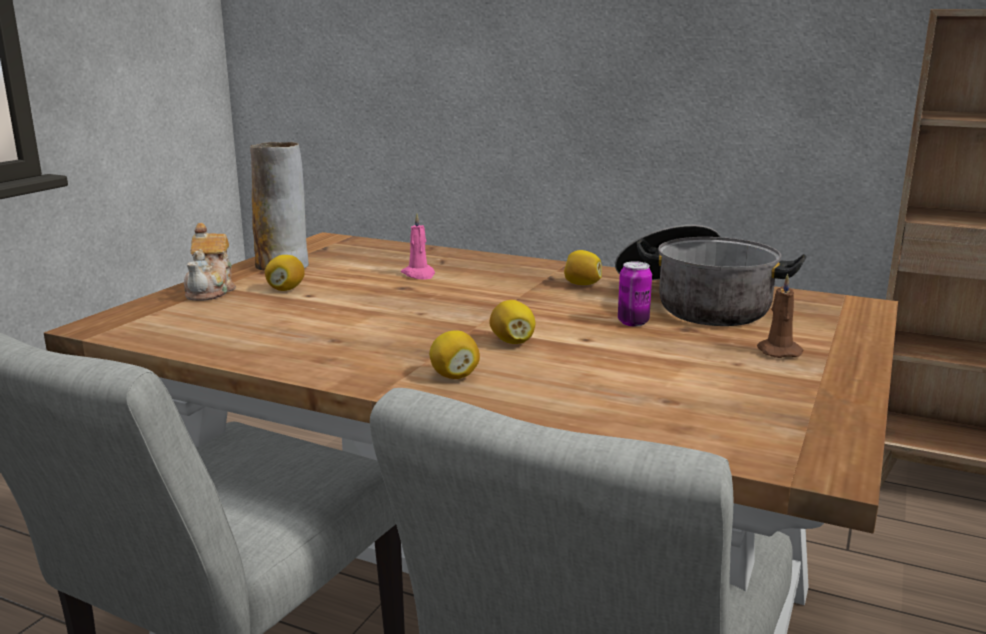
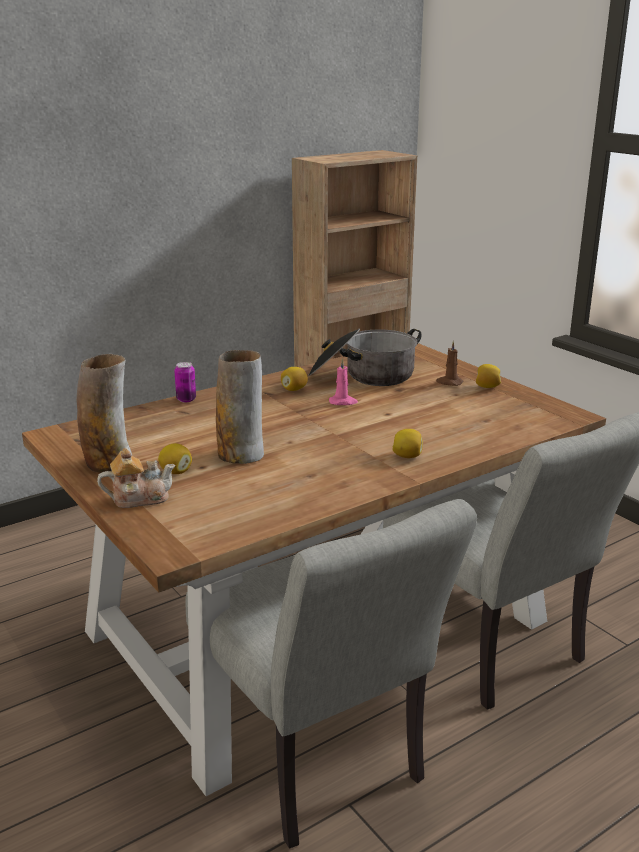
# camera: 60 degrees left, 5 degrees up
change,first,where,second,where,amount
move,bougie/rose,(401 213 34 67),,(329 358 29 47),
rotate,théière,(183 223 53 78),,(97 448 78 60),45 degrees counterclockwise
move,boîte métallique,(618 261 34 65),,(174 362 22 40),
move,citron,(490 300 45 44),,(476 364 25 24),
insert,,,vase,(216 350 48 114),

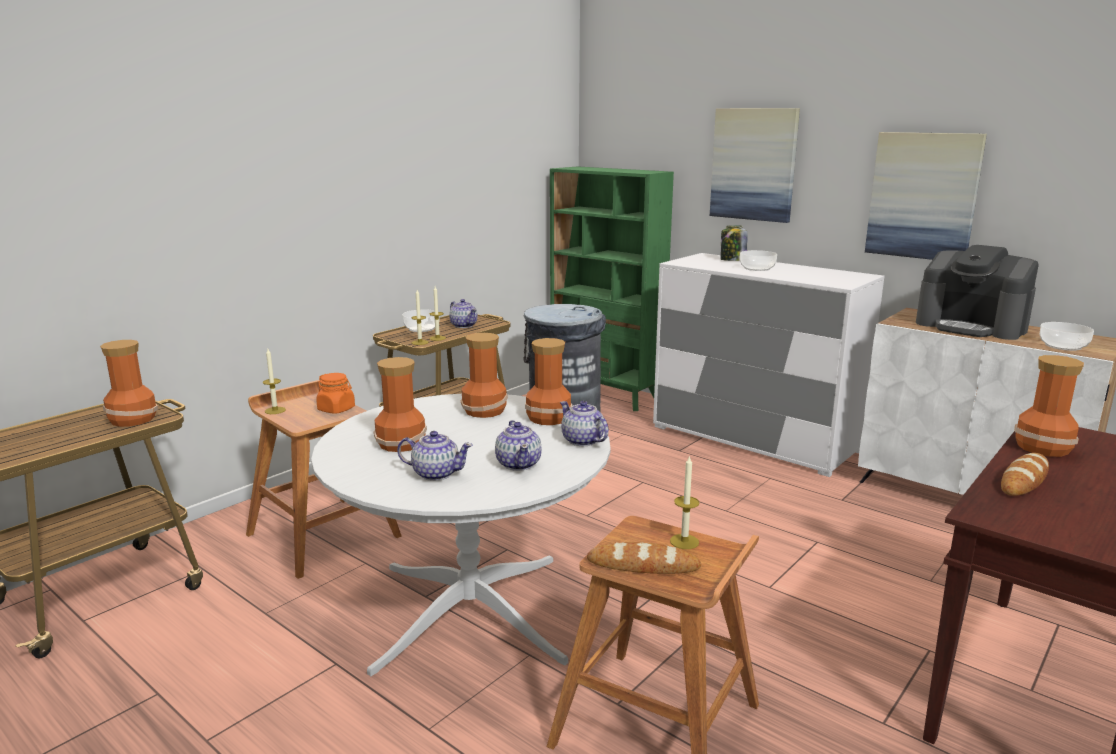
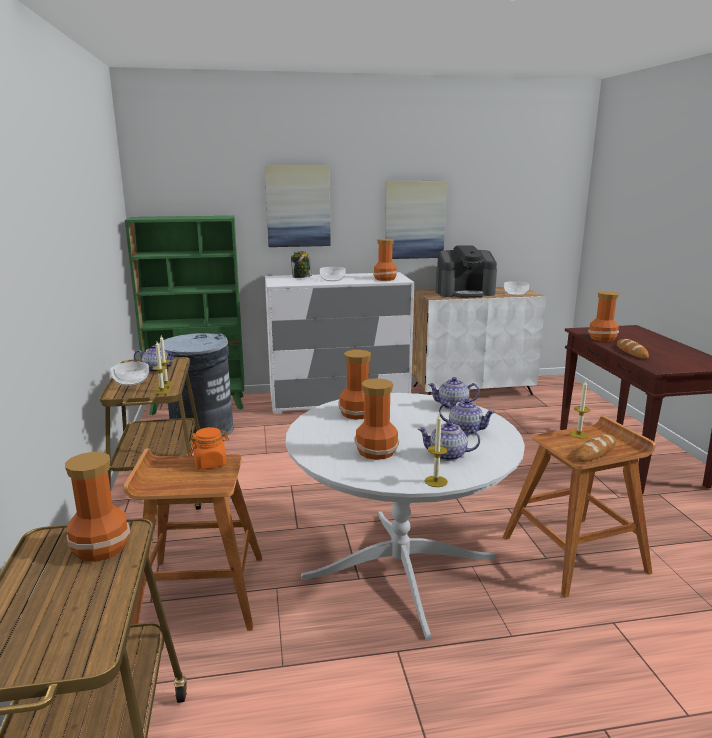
# camera: 50 degrees left, 0 degrees up
change,first,where,second,where,amount
move,vase,(525 338 47 87),,(373 239 24 42),
move,bougie,(263 349 23 65),,(425 414 23 73),
rotate,théière,(397 431 76 50),,(418 421 62 40),135 degrees counterclockwise

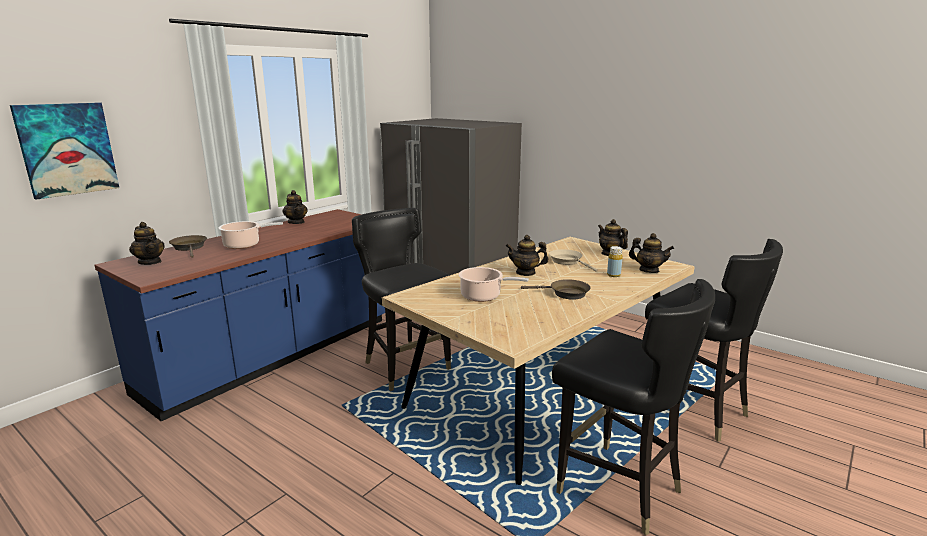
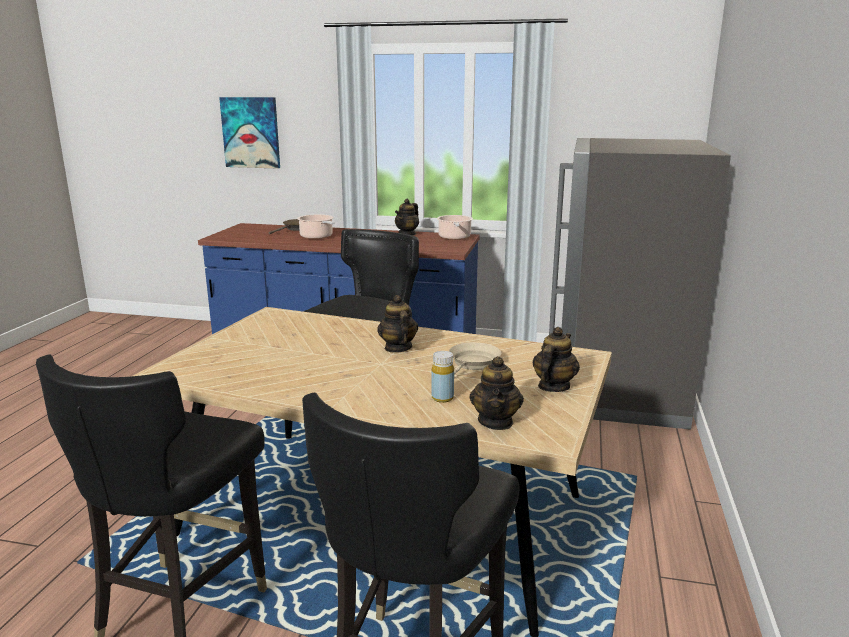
# camera: 65 degrees right, 0 degrees up
change,first,where,second,where,amount
delete,théière,(129 222 36 43),,,
move,marmite,(459 267 70 35),,(437 215 36 25),
delete,poêle/marron,(521 279 70 21),,,

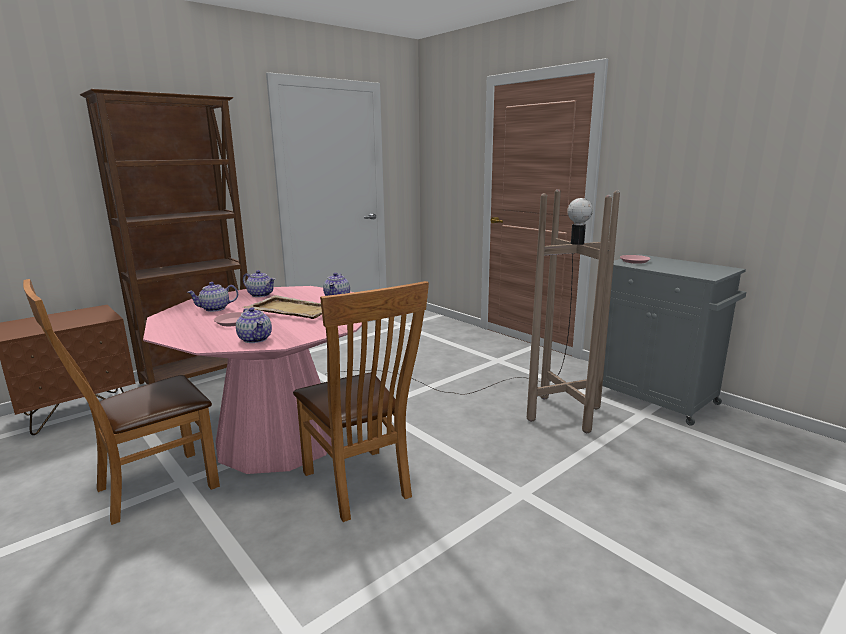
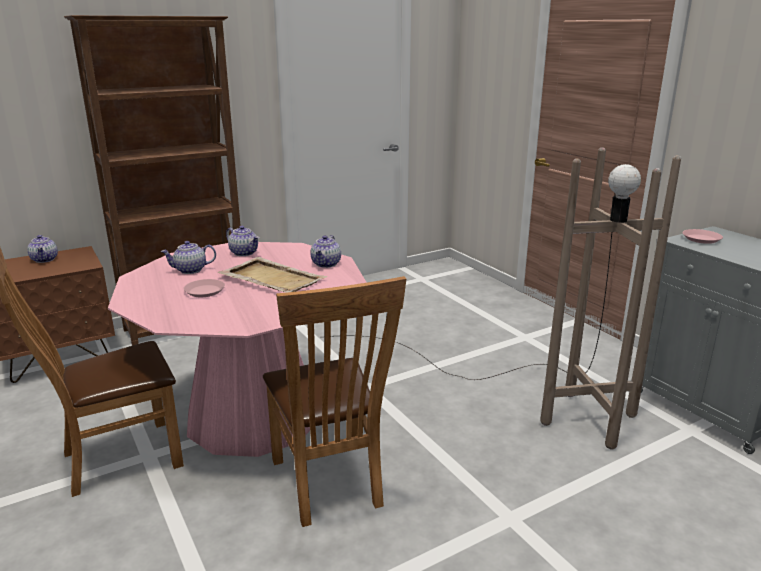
# camera: 10 degrees right, 5 degrees up
change,first,where,second,where,amount
move,théière,(236 307 36 36),,(27 235 31 28),

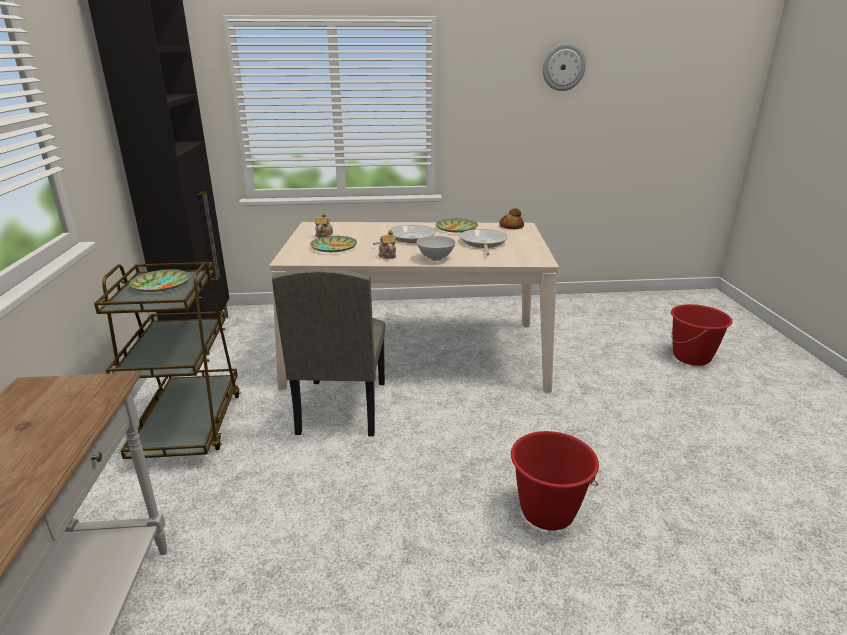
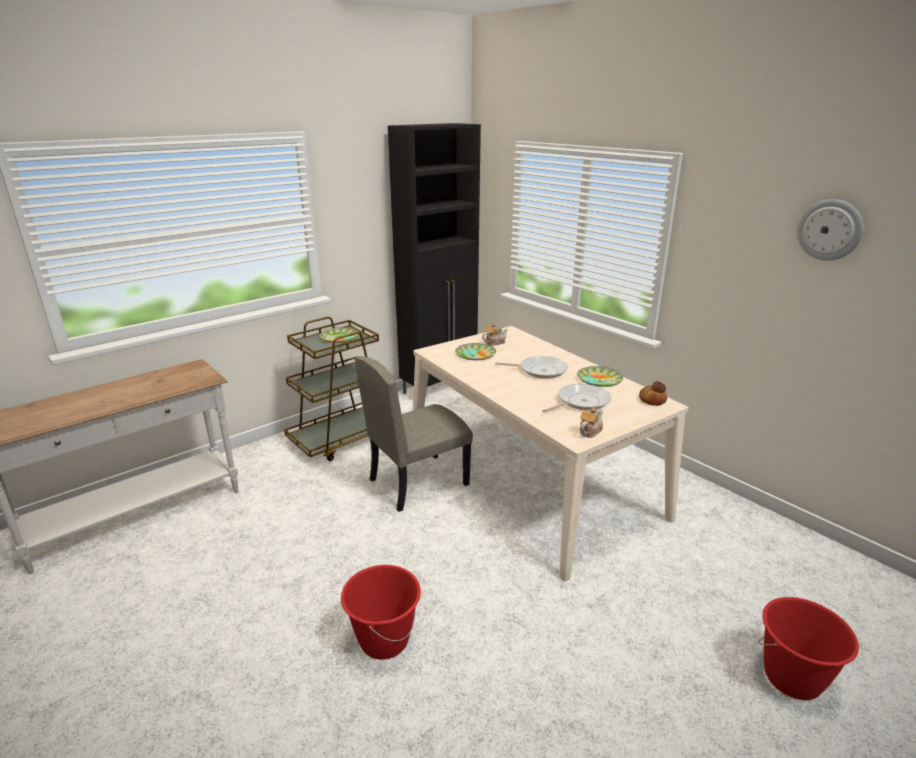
# camera: 55 degrees right, 0 degrees up
change,first,where,second,where,amount
move,théière,(379 230 17 29),,(579 408 24 30),
delete,bol/blanc,(417 236 39 25),,,

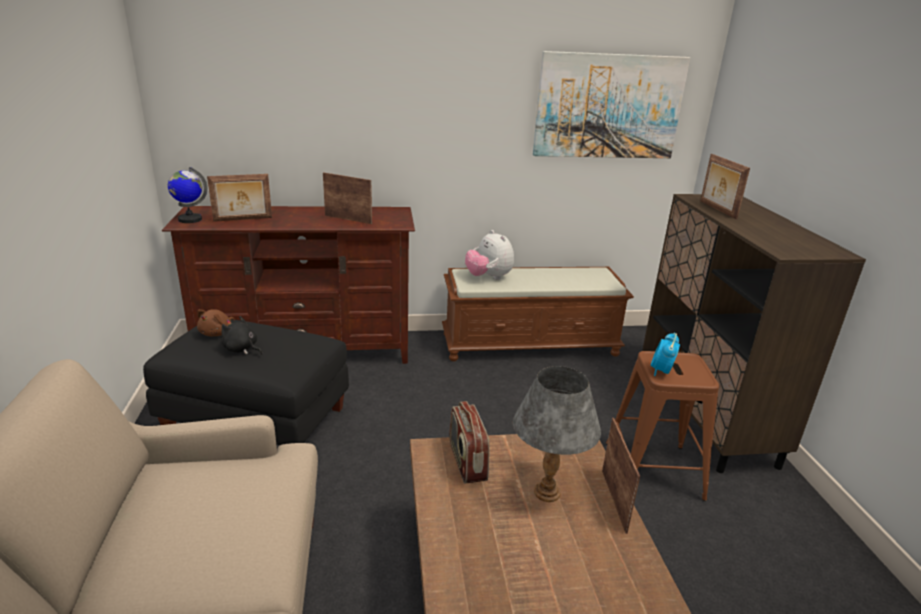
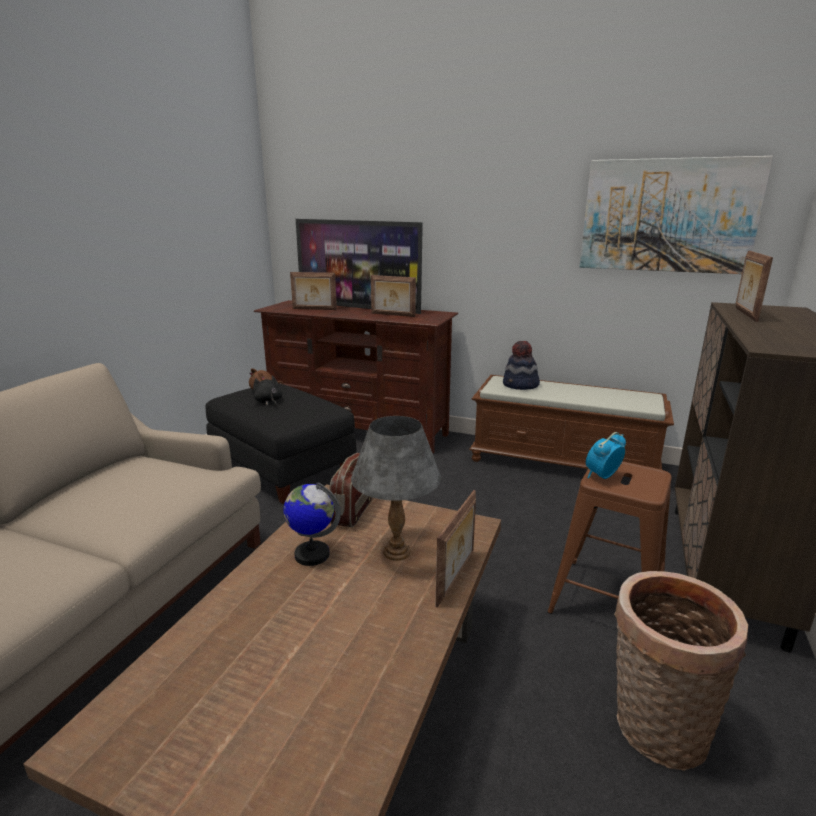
# camera: 30 degrees right, 5 degrees down
change,first,where,second,where,amount
move,globe,(168 167 39 56),,(283 482 58 84),
rotate,cadre photo,(323 172 49 52),,(371 275 45 42),150 degrees clockwise
replace,peluche,(465 230 49 50),chapeau,(503 341 37 49),
insert,,,téléviseur,(296 219 127 95),
insert,,,panier,(614 571 134 200),

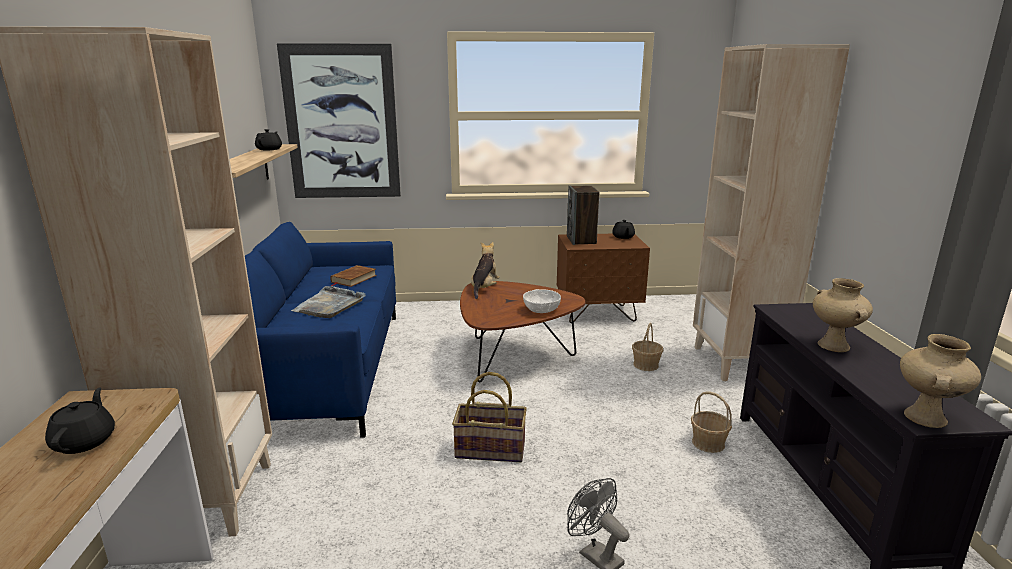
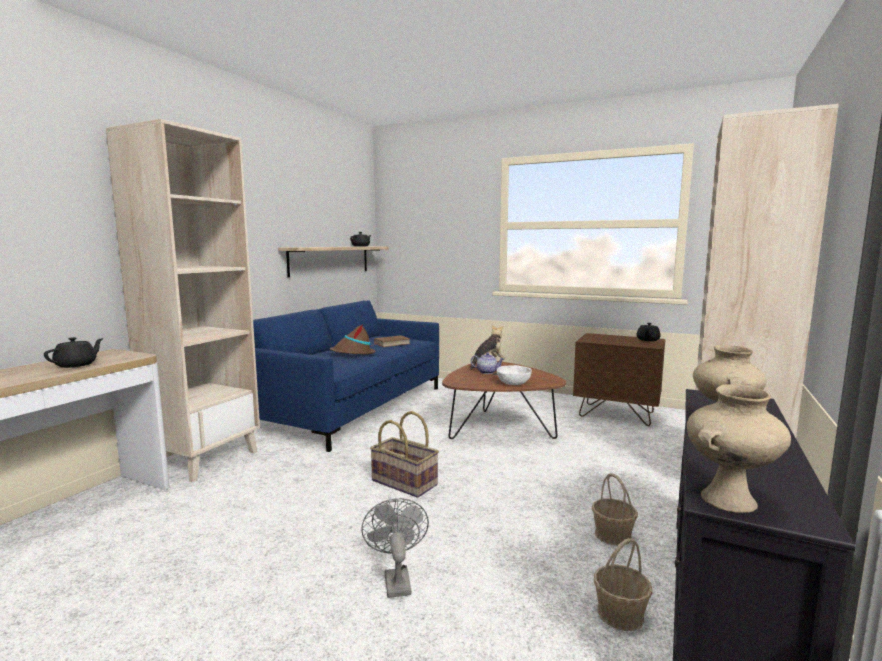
# camera: 30 degrees right, 10 degrees down
change,first,where,second,where,amount
delete,tableau,(277 43 124 155),,,
delete,enceinte,(567 186 32 59),,,
replace,plateau/gris,(291 286 75 32),chapeau/marron,(330 324 46 31),
move,panier,(632 323 31 48),,(594 538 59 93),
insert,,,théière,(471 352 33 22),

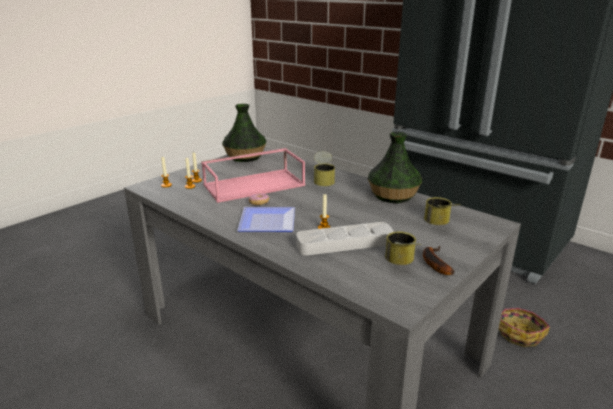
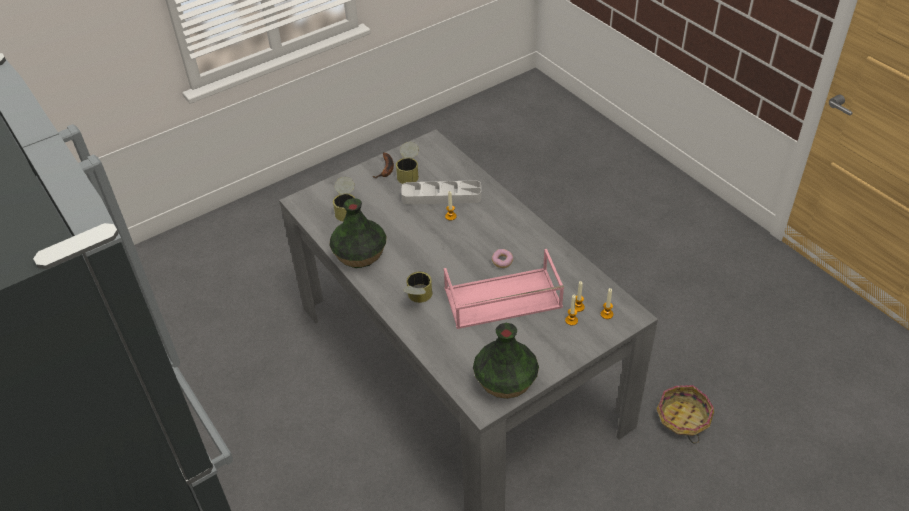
# camera: 165 degrees left, 20 degrees up
change,first,where,second,where,amount
delete,assiette,(237 207 58 25),,,
move,panier,(499 308 51 39),,(656 385 58 59),

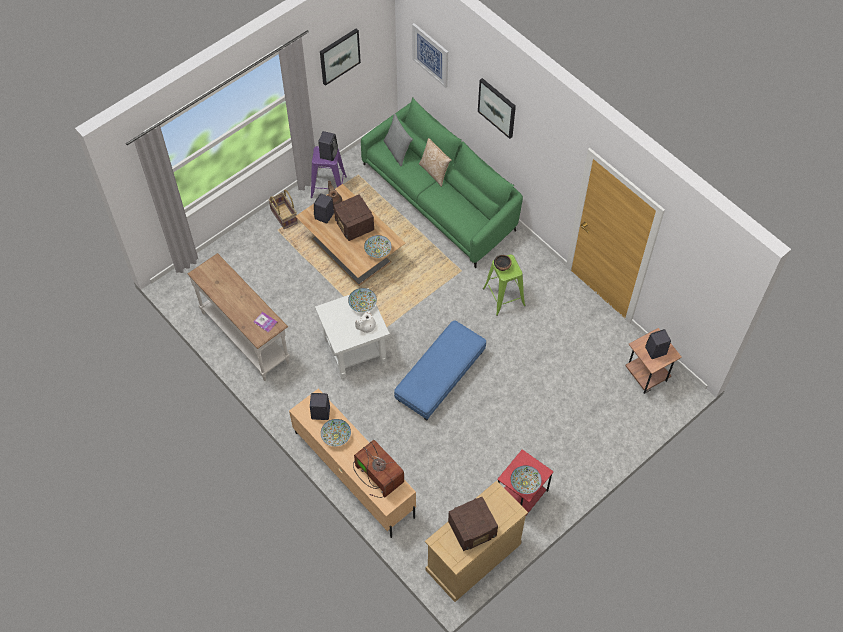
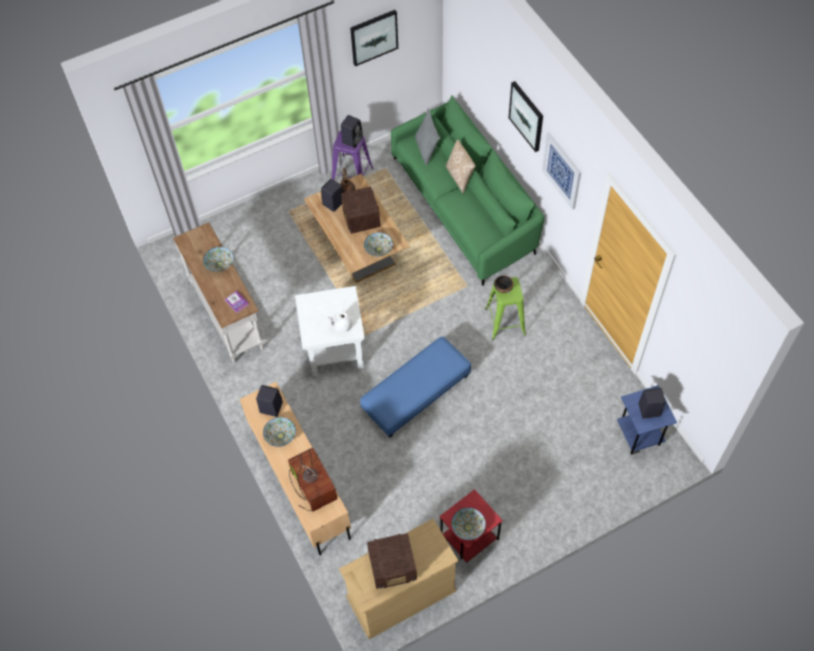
# camera: 15 degrees right, 0 degrees up
change,first,where,second,where,amount
move,tableau,(412 23 36 65),,(542 132 39 78),
delete,panier,(268 190 30 39),,,
move,bol,(348 288 29 24),,(203 247 30 25),
recolor,table d'appoint/marron,(625 328 57 66),table d'appoint/bleu,(617 385 60 70),

